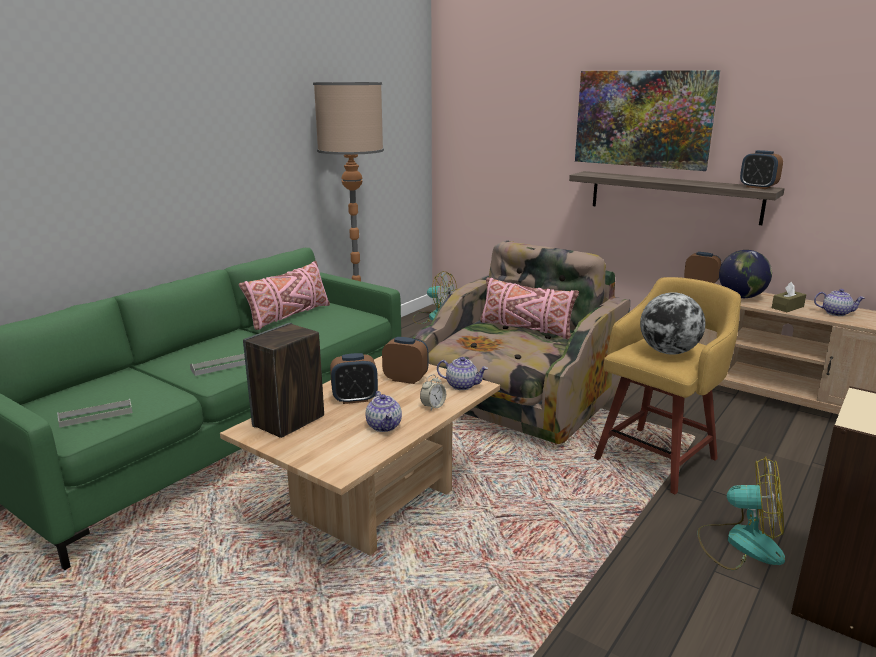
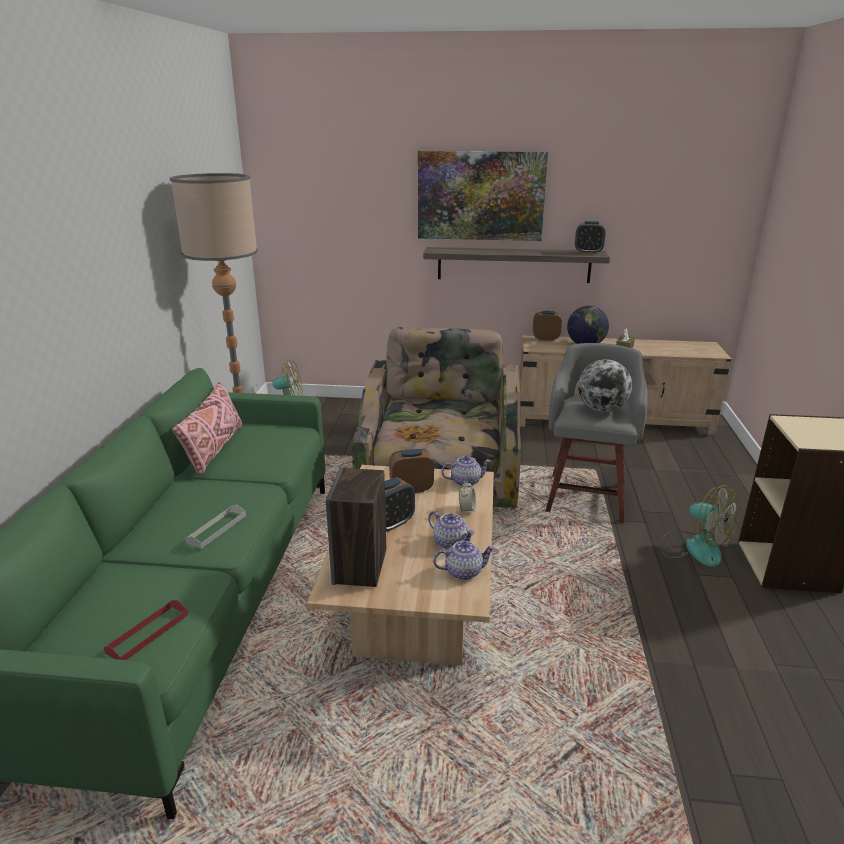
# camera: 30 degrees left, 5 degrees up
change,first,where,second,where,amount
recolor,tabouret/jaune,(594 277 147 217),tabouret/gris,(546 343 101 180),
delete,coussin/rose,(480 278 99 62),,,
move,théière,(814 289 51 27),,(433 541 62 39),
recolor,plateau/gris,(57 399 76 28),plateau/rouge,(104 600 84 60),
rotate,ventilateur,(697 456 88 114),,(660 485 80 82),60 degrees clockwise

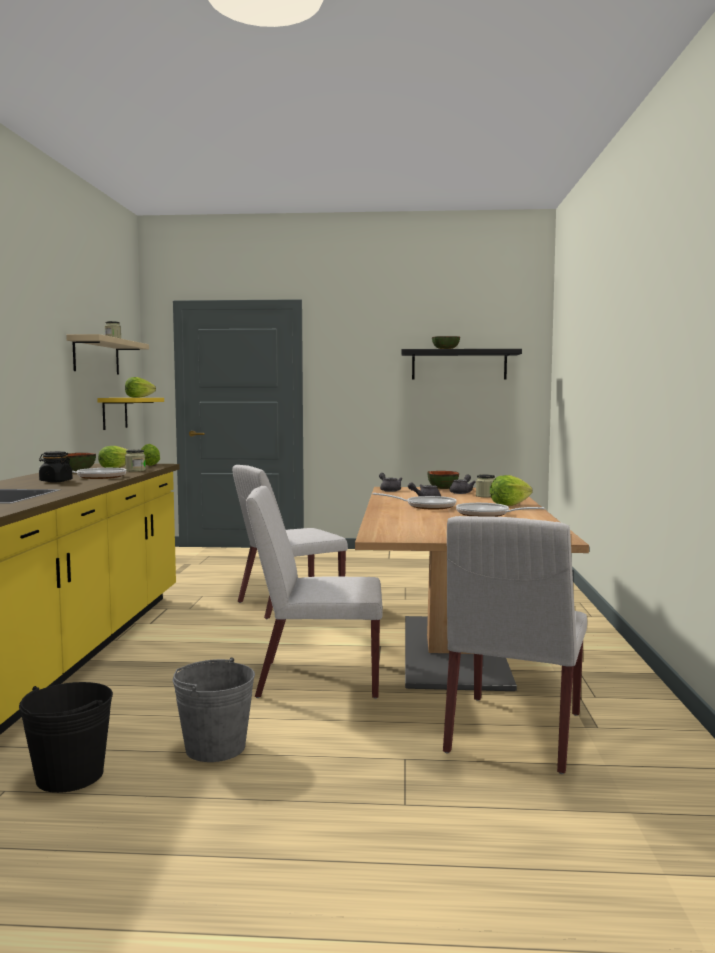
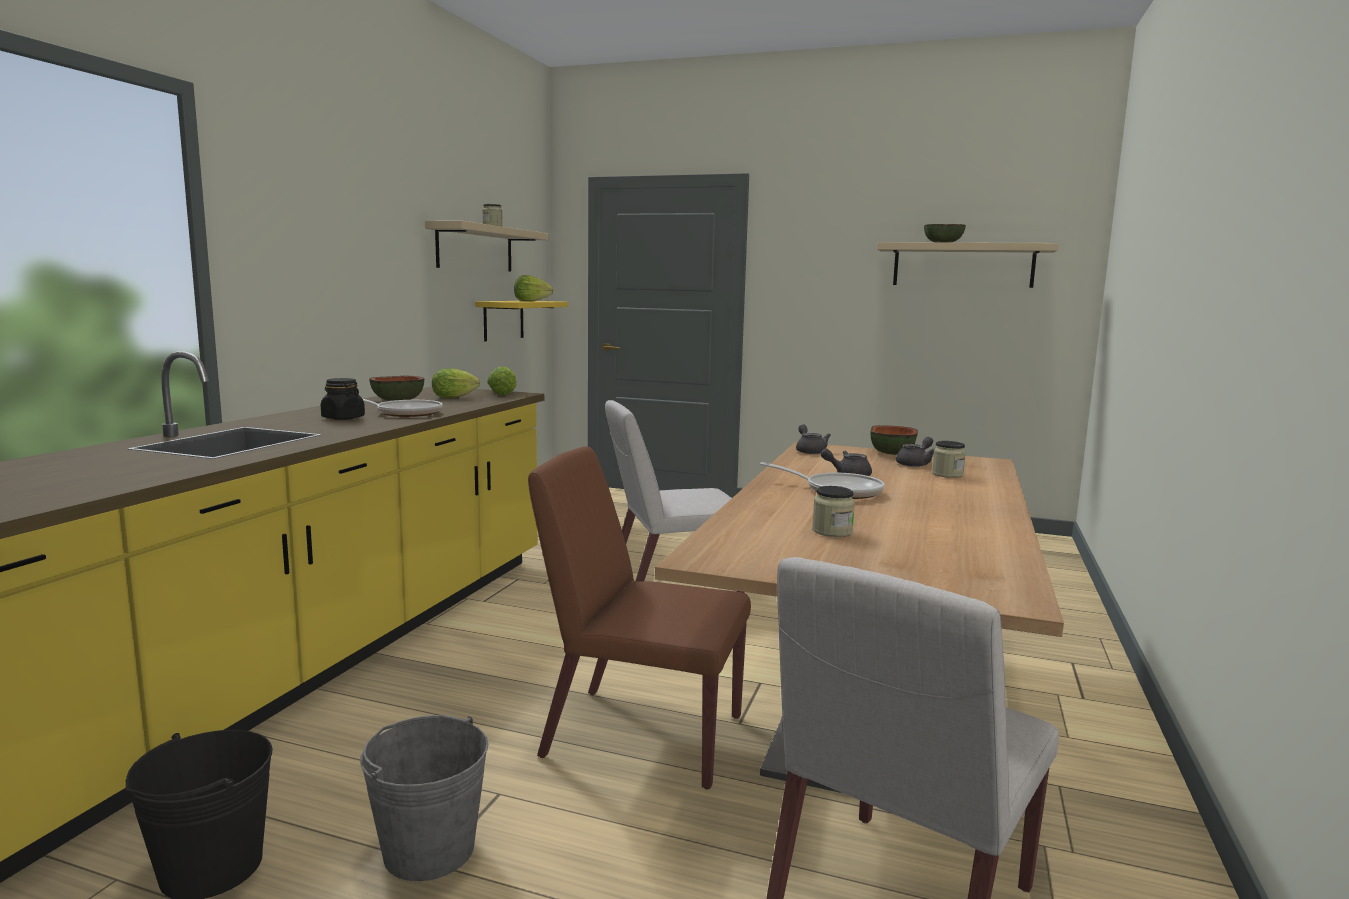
# camera: 15 degrees right, 5 degrees up
change,first,where,second,where,amount
recolor,étagère/noir,(401 349 121 31),étagère/beige,(877 242 182 46),
move,bocal,(125 450 21 22),,(812 486 43 51),
delete,laitue,(490 475 43 31),,,
recolor,chaise/blanc,(246 486 137 213),chaise/marron,(528 446 223 343),
delete,poêle,(456 503 89 14),,,

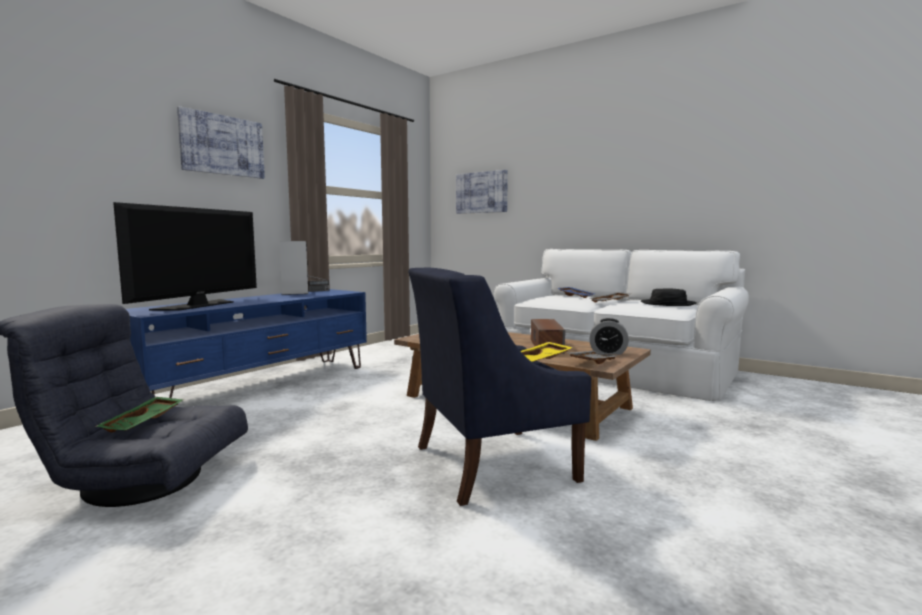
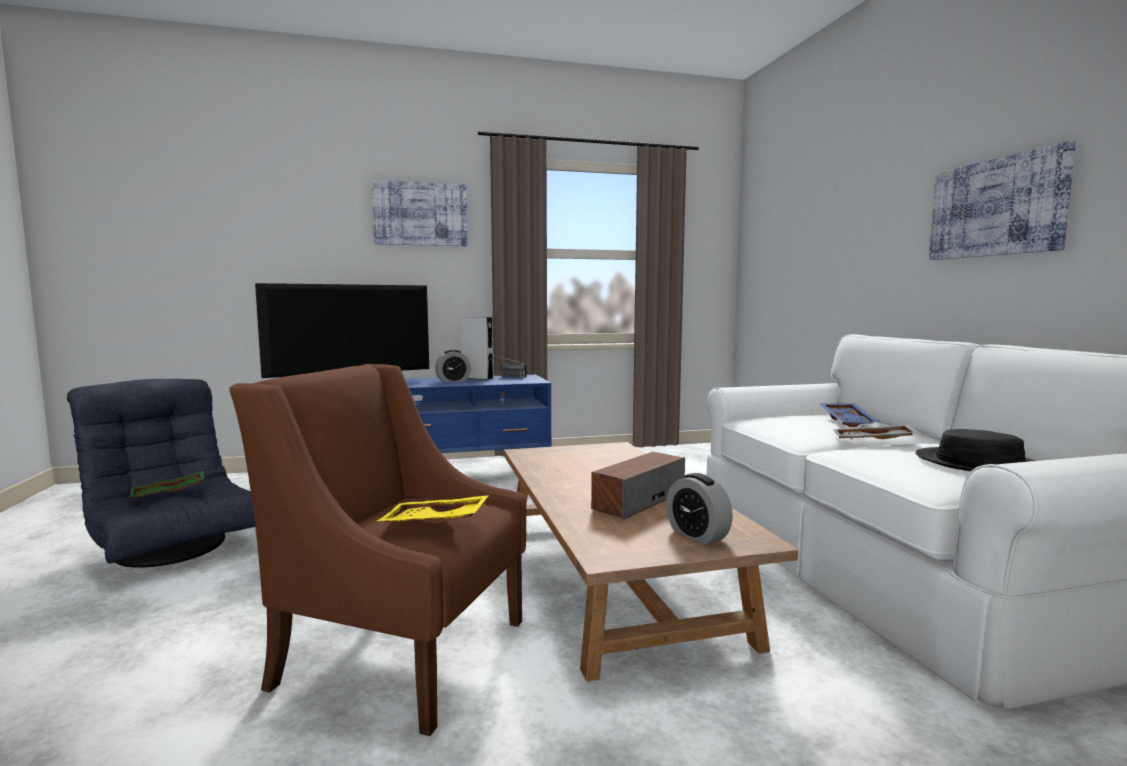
# camera: 40 degrees right, 0 degrees up
change,first,where,second,where,amount
move,tableau,(456 170 52 44),,(929 141 147 119),
recolor,fauteuil/bleu,(408 267 183 239),fauteuil/marron,(230 364 296 372),
delete,plateau/gris,(565 351 51 13),,,
insert,,,réveil,(435 350 36 32),

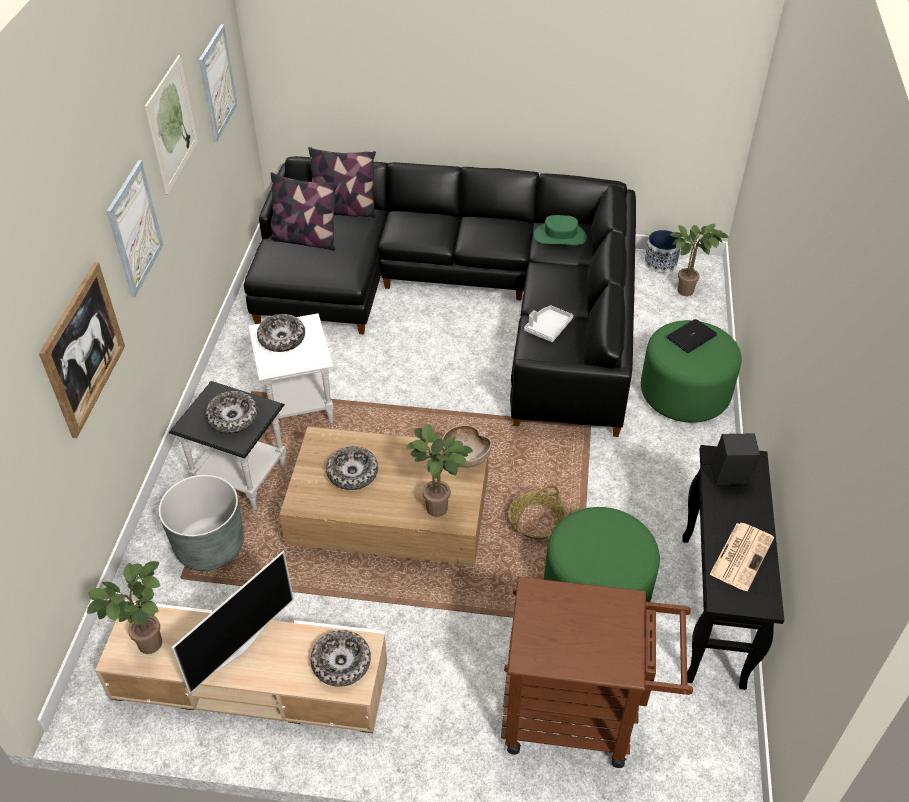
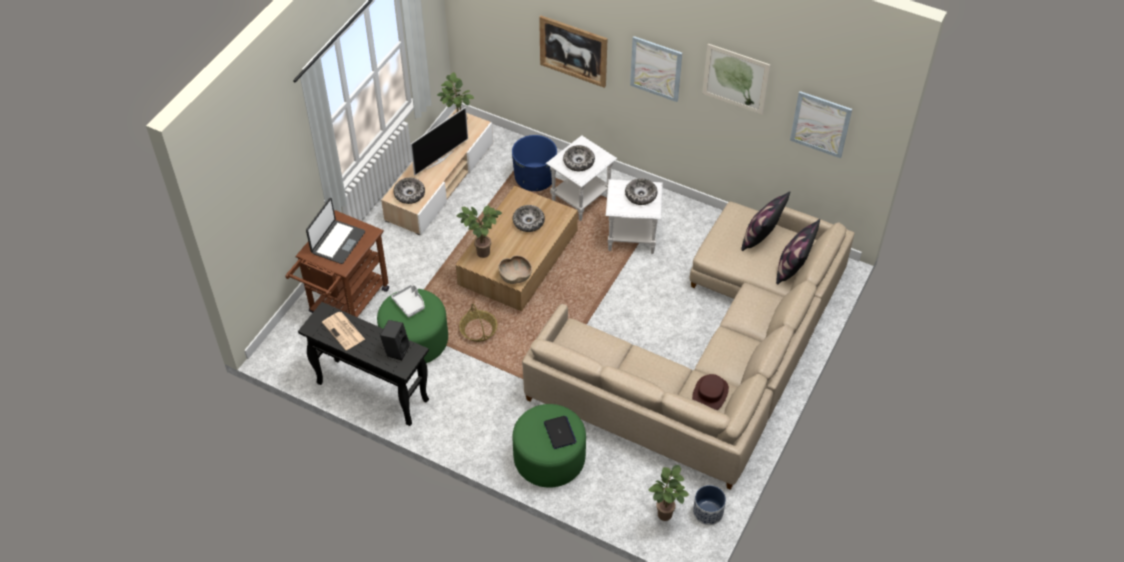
# camera: 110 degrees right, 5 degrees up
change,first,where,second,where,amount
recolor,canapé/noir,(244 156 392 281),canapé/beige,(522 201 332 289),
recolor,chapeau/vert,(534 215 53 30),chapeau/marron,(692 374 37 36),
move,plateau/gris,(524 305 49 37),,(391 285 34 33),
recolor,table d'appoint/noir,(169 381 117 129),table d'appoint/blanc,(546 135 71 86),
recolor,cache-pot/gris,(158 475 86 96),cache-pot/bleu,(512 135 45 56),
rotate,téléviseur,(171 551 123 143),,(410 107 58 69),105 degrees counterclockwise
insert,,,ordinateur portable,(306 198 59 66),

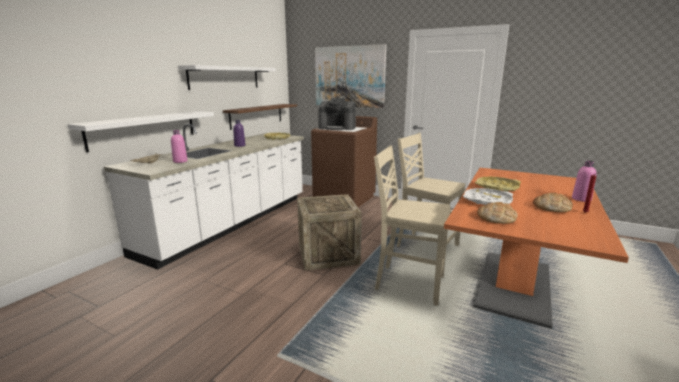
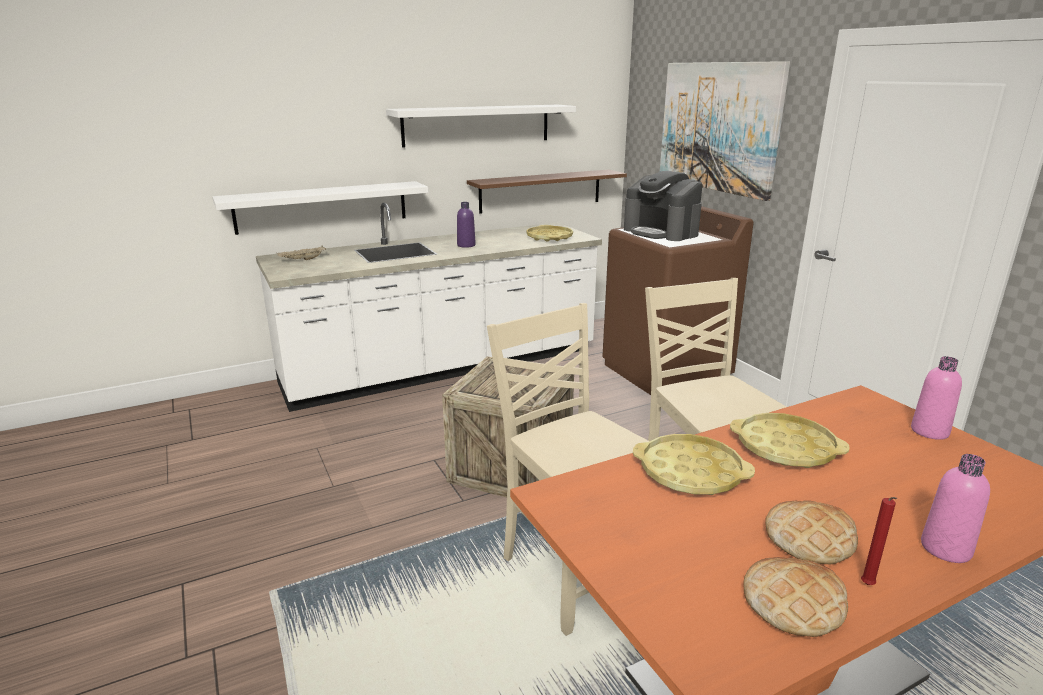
# camera: 35 degrees right, 5 degrees up
change,first,where,second,where,amount
move,bouteille/rose,(171 130 17 33),,(911 356 51 84),
recolor,plateau/blanc,(463 188 50 17),plateau/jaune,(633 434 122 61),
move,pain,(477 202 41 22),,(743 557 105 80),

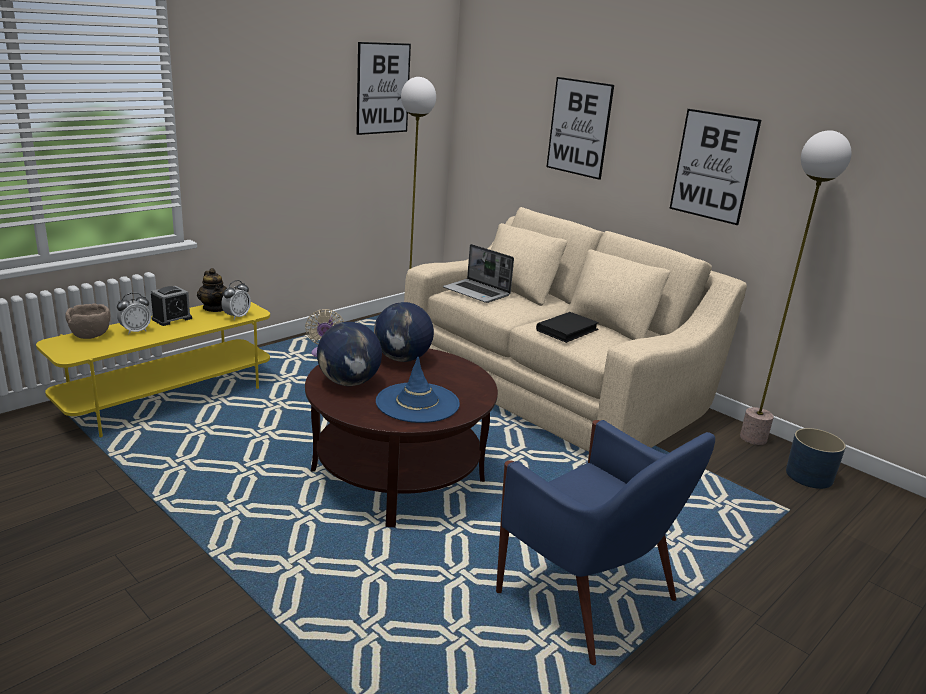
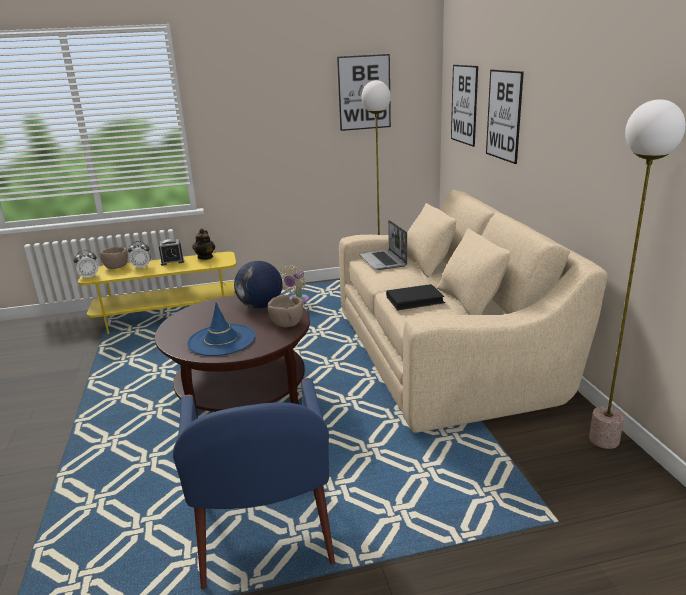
# camera: 35 degrees right, 0 degrees up
change,first,where,second,where,amount
move,tableau,(669 109 92 116),,(451 65 27 82),
move,réveil,(221 280 30 40),,(74 250 24 30),
delete,globe,(317 322 65 64),,,
delete,cache-pot/bleu,(786 428 60 61),,,
insert,,,bol/marron,(268 295 35 32),

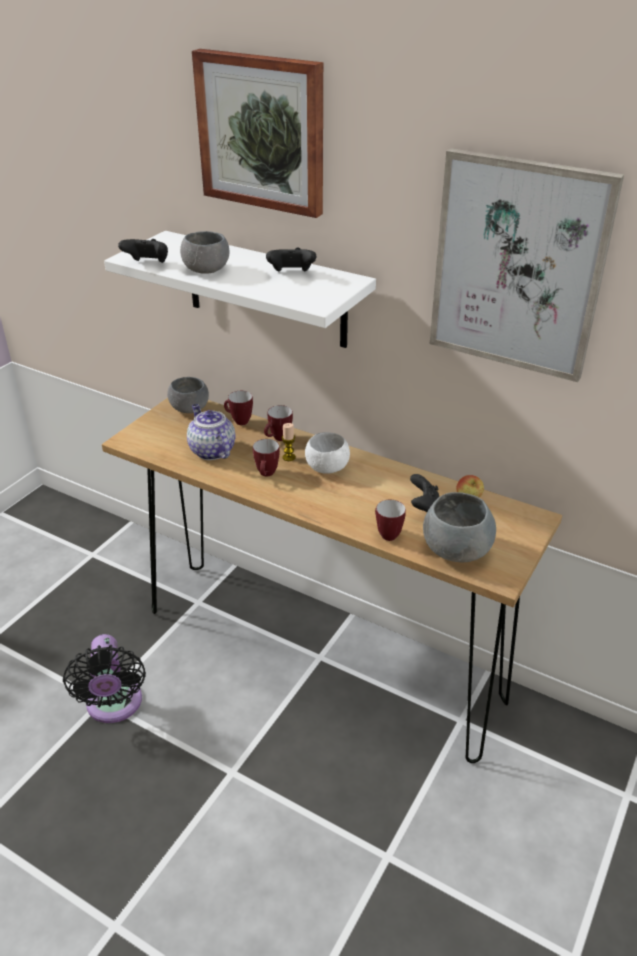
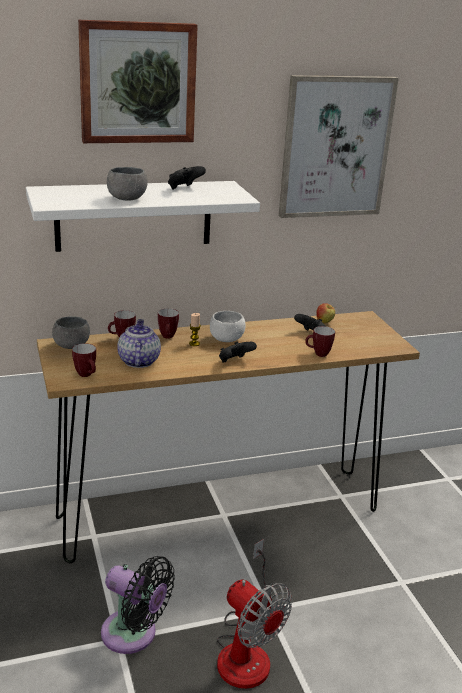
# camera: 50 degrees left, 10 degrees down
change,first,where,second,where,amount
move,manette/noir,(118 239 50 24),,(219 341 38 22),
rotate,théière,(187 404 49 56),,(117 319 44 49),75 degrees clockwise
move,mug,(253 439 27 38),,(72 343 24 34),
delete,bol/gris,(423 492 73 71),,,
insert,,,ventilateur,(217 539 75 150),

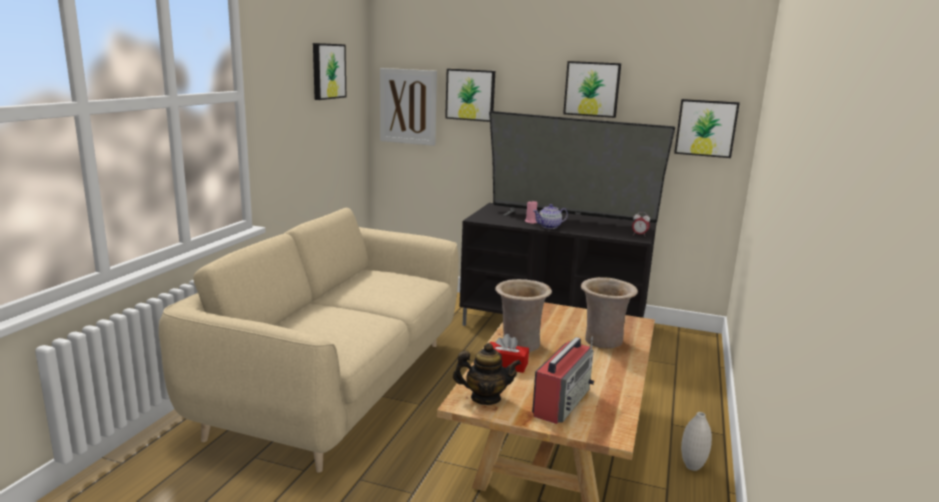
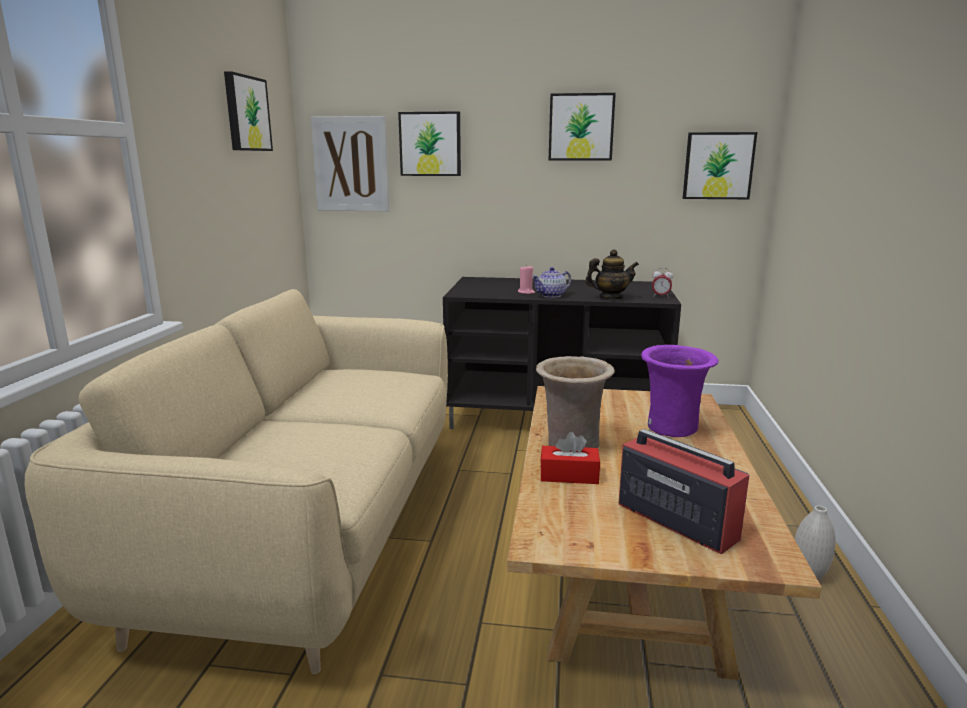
# camera: 10 degrees left, 0 degrees up
change,first,where,second,where,amount
delete,téléviseur,(489 111 186 112),,,
recolor,vase/beige,(581 277 57 72),vase/violet,(641 345 78 92),
rotate,radio,(532 337 62 87),,(618 418 131 137),60 degrees counterclockwise
move,théière,(453 343 68 62),,(585 249 54 50),

